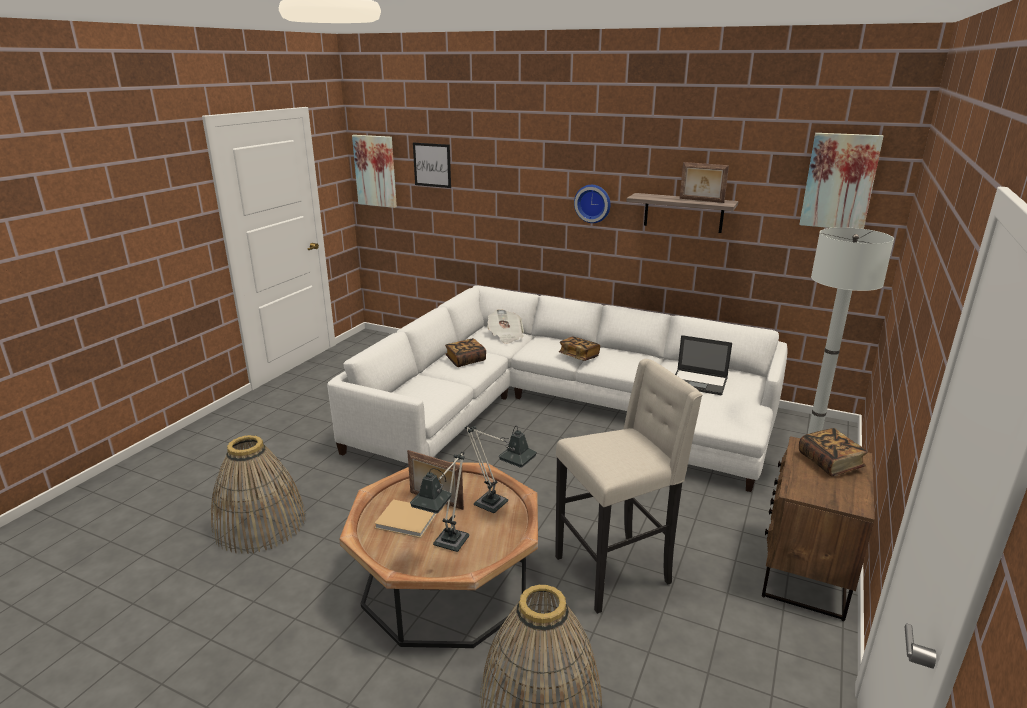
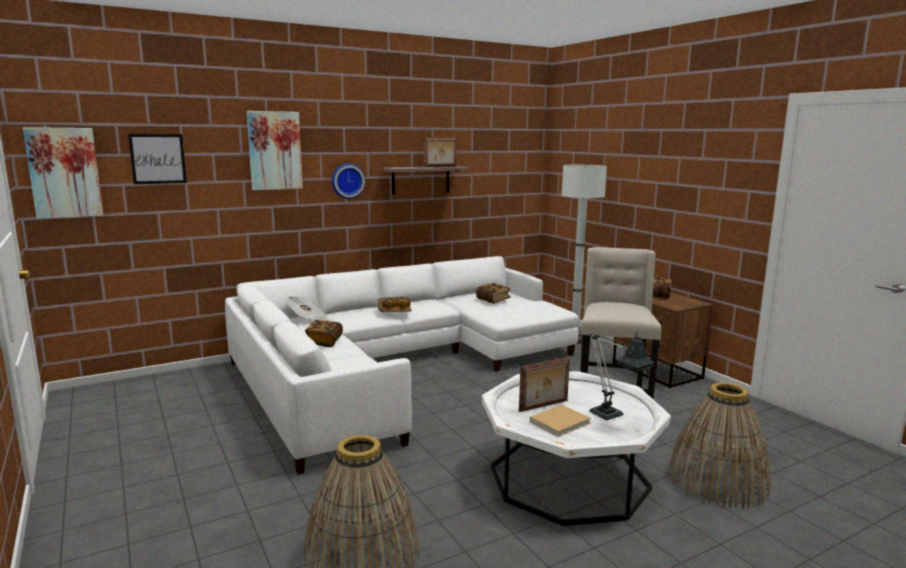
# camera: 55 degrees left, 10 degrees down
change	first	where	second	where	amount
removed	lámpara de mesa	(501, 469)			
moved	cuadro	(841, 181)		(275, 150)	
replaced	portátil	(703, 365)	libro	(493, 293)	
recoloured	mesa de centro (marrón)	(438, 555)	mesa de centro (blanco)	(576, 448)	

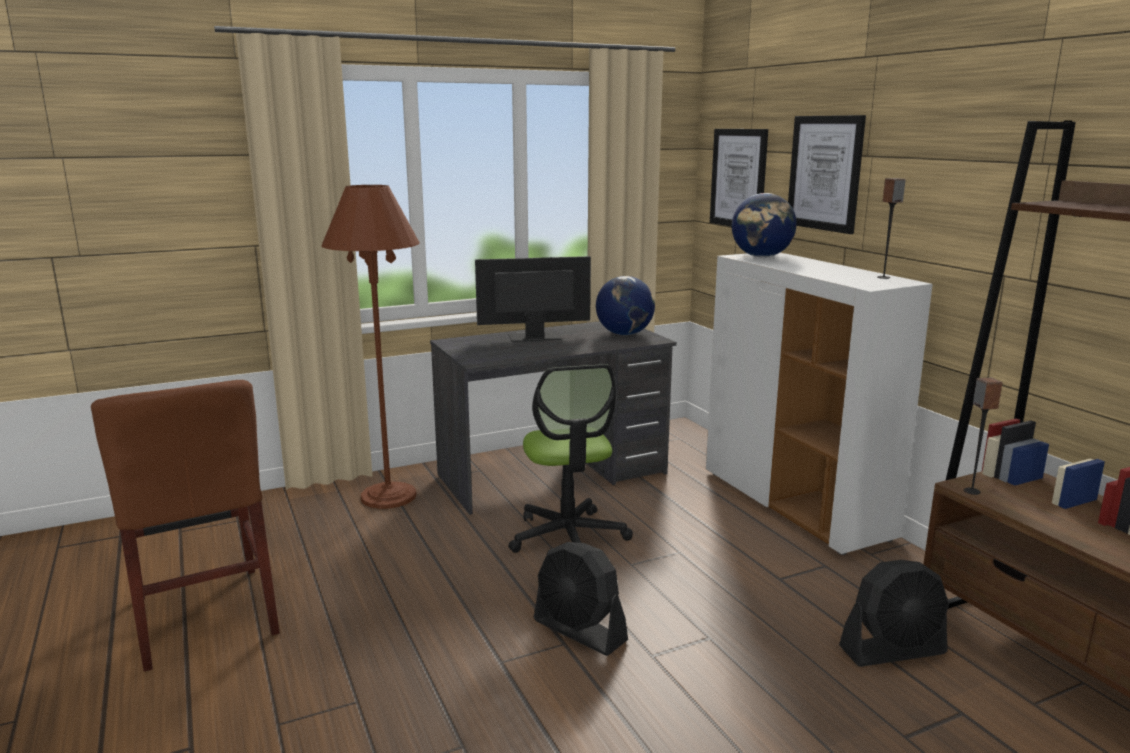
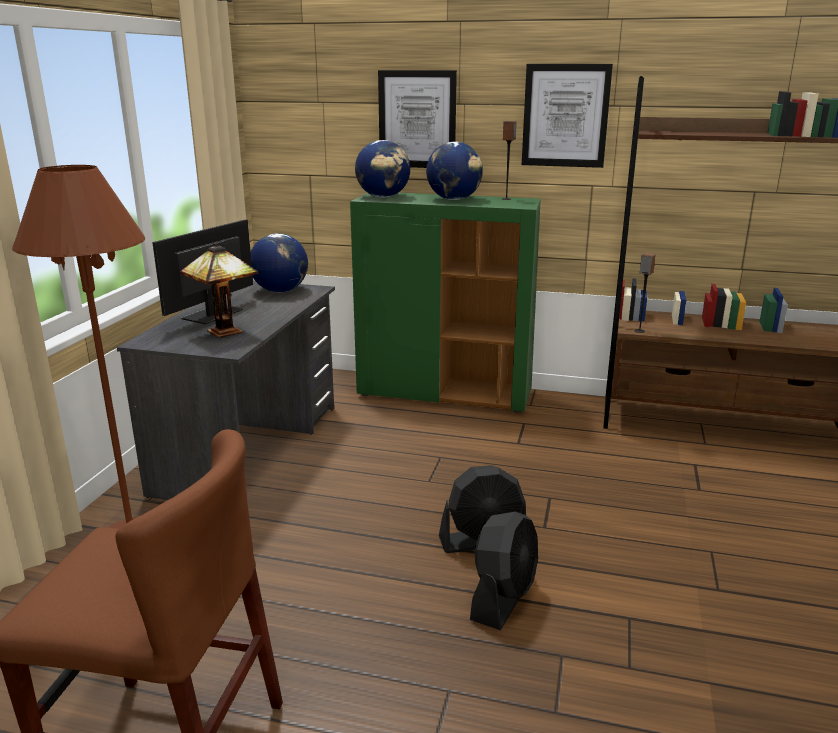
# camera: 50 degrees left, 5 degrees up
change	first	where	second	where	amount
removed	silla de oficina	(570, 458)			
added			lámpara de mesa	(219, 290)	
added			globo terráqueo	(454, 171)	
moved	cuadro	(739, 178)		(567, 116)	
moved	ventilador (negro)	(894, 613)		(504, 571)	
recoloured	armario (blanco)	(819, 404)	armario (verde)	(445, 303)	

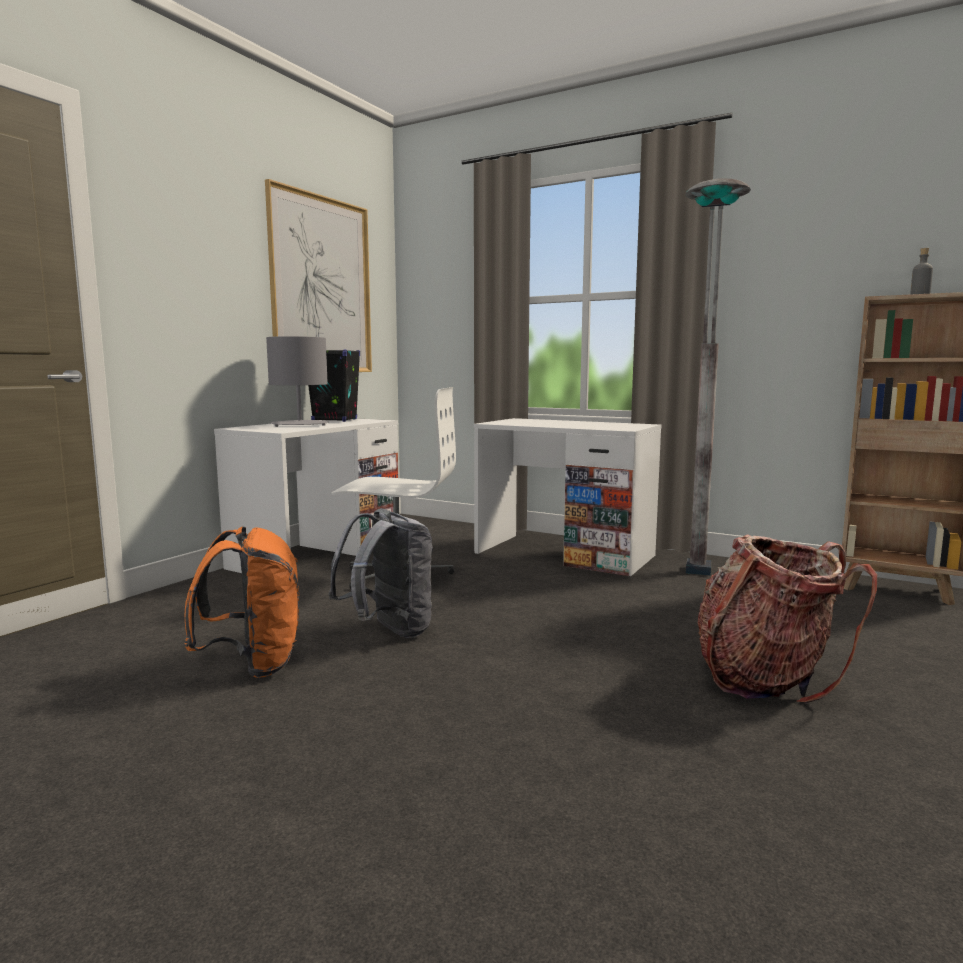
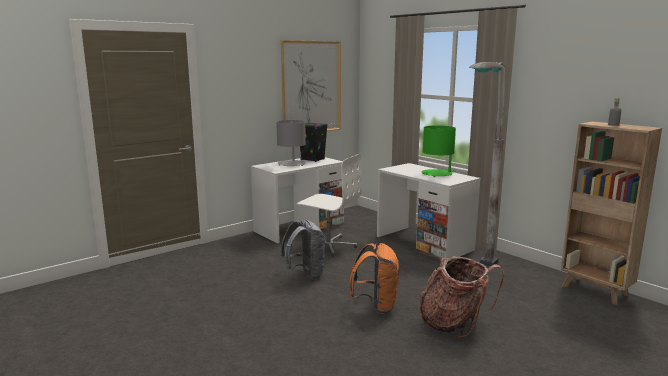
# camera: 20 degrees right, 5 degrees up
change	first	where	second	where	amount
added			lámpara de mesa (verde)	(439, 151)	
moved	mochila (naranja)	(242, 602)		(374, 278)	

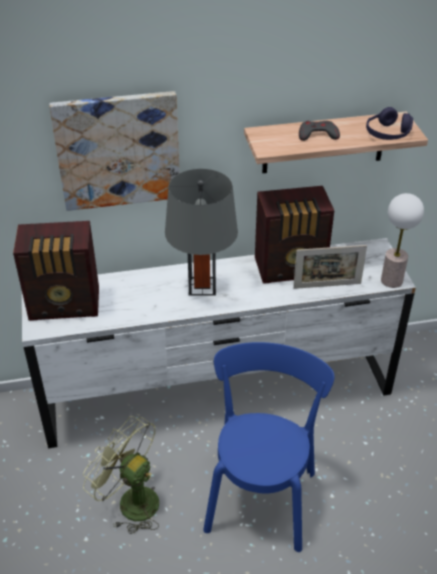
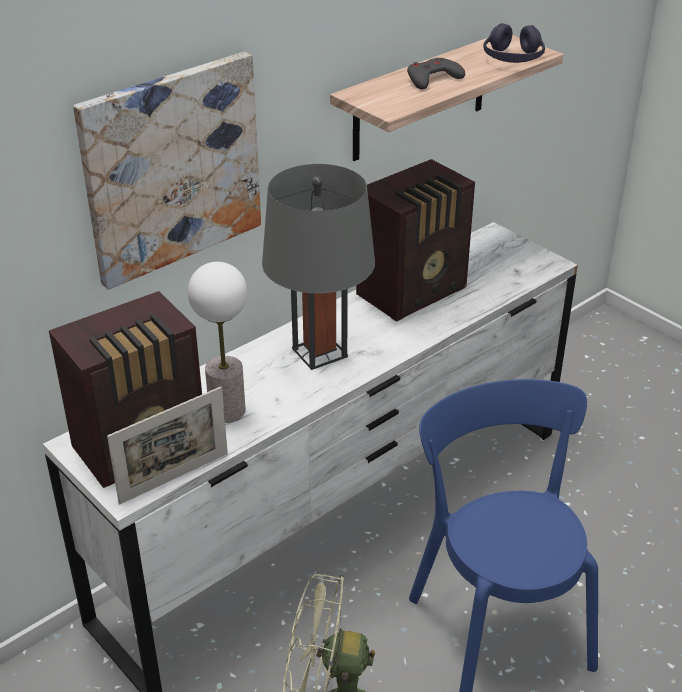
# camera: 30 degrees left, 5 degrees down
change	first	where	second	where	amount
moved	portarretratos	(330, 267)		(167, 445)	
moved	lámpara de mesa	(402, 240)		(217, 342)	

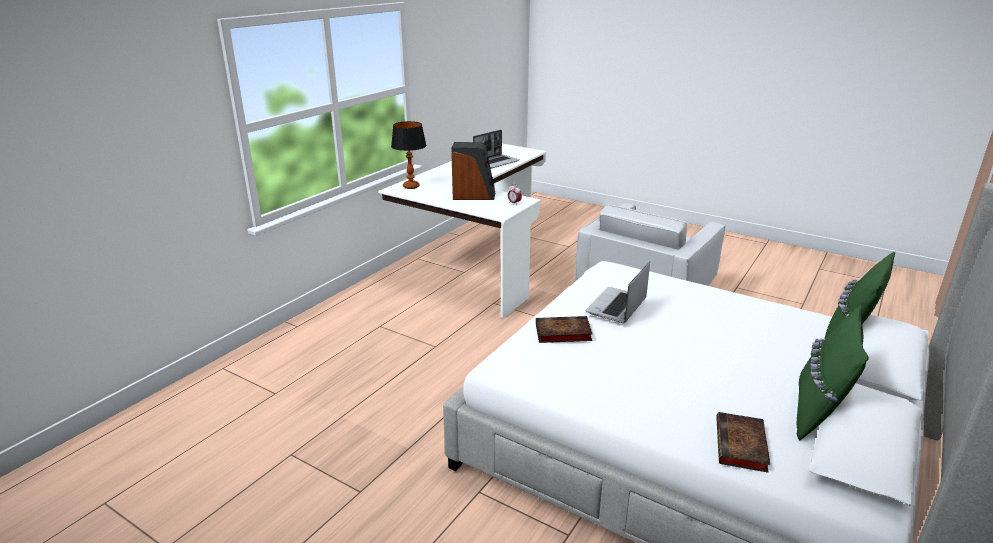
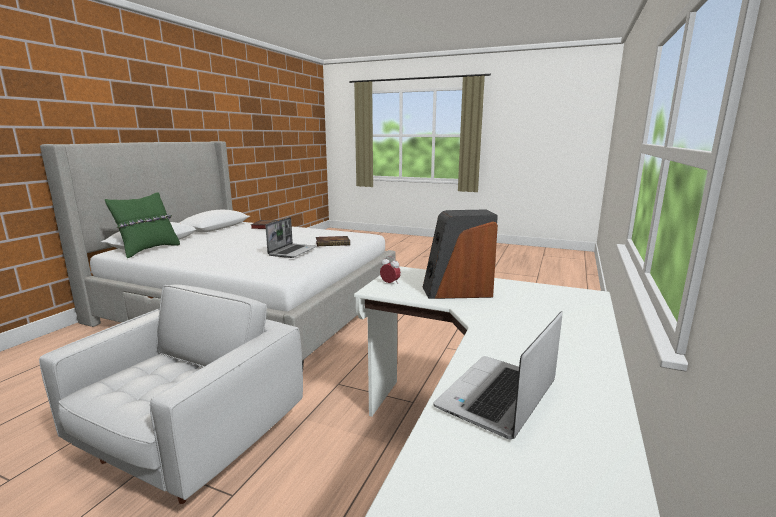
# camera: 170 degrees right, 10 degrees down
change	first	where	second	where	amount
removed	lámpara de mesa	(408, 155)			
removed	cojín (verde)	(833, 373)			

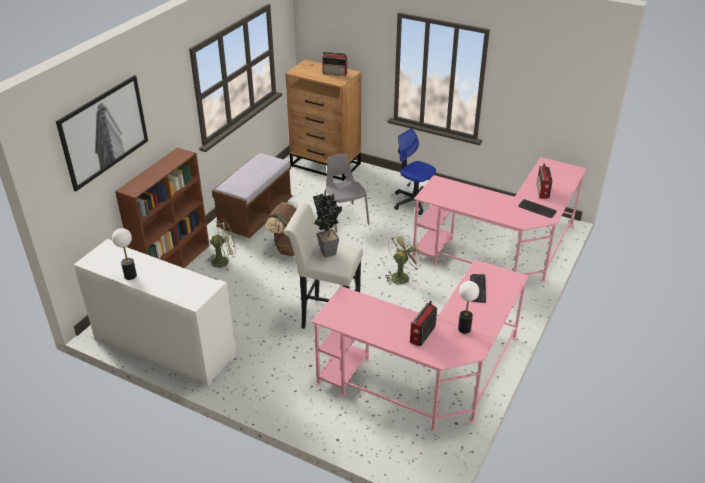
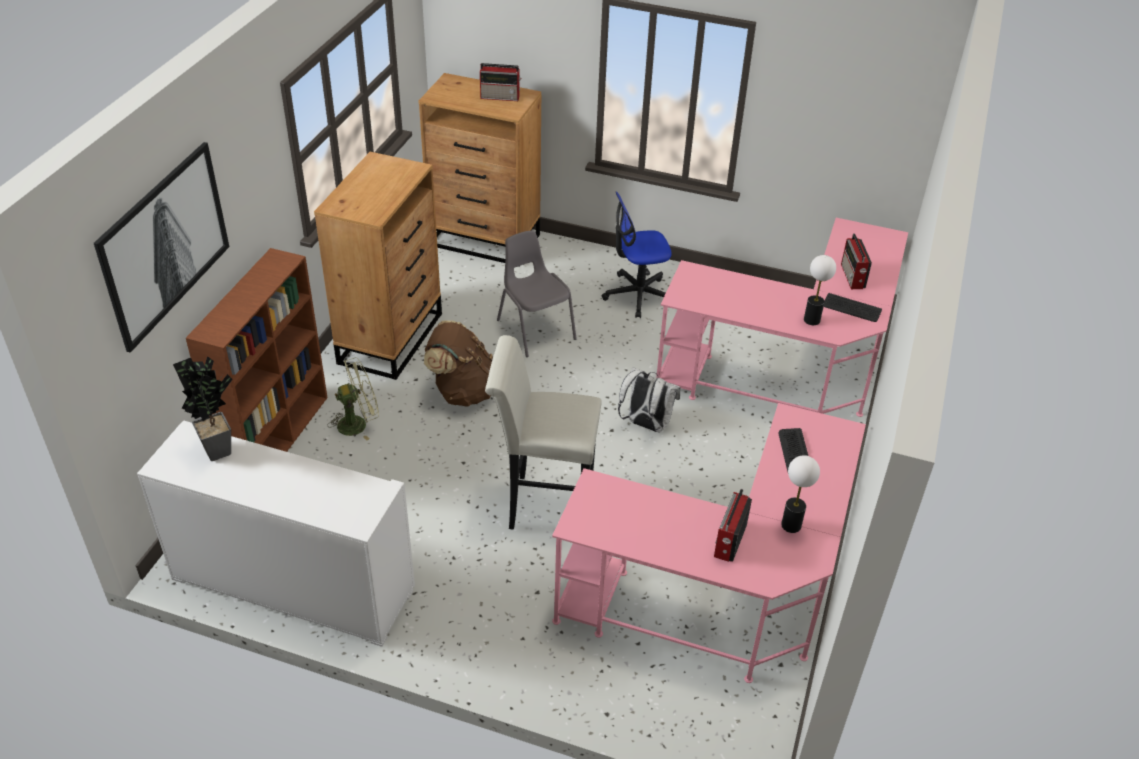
# camera: 10 degrees left, 5 degrees up
change	first	where	second	where	amount
moved	lámpara de mesa	(124, 254)		(820, 290)	
moved	planta en maceta	(327, 225)		(203, 408)	
replaced	banco (marrón)	(252, 195)	cómoda (marrón)	(378, 266)	
replaced	ventilador (verde)	(405, 258)	mochila (blanco)	(649, 399)	
turned	silla de oficina	(415, 172)		(637, 254)	45 degrees counterclockwise

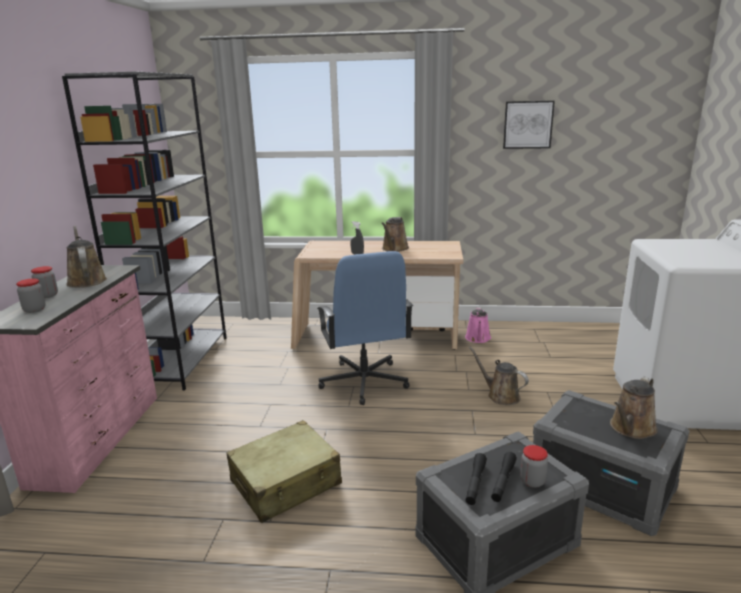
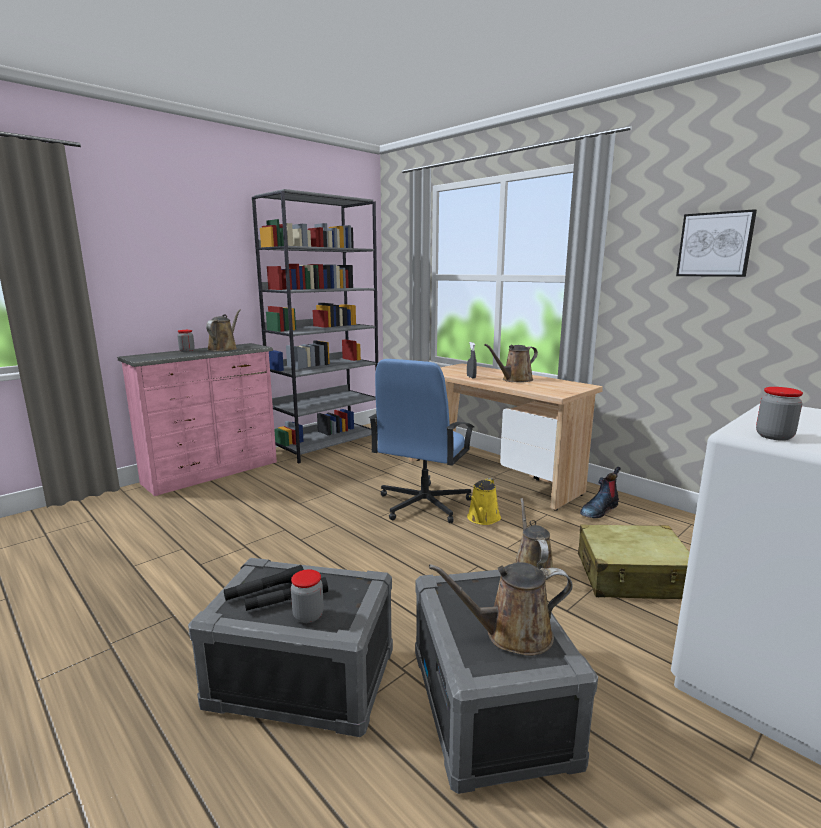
# camera: 40 degrees right, 5 degrees down
change	first	where	second	where	amount
added			regadera (amarillo)	(484, 501)	
moved	tarro	(31, 295)		(779, 414)	
moved	maleta (beis)	(284, 471)		(634, 562)	
replaced	regadera (rosa)	(478, 325)	bota	(600, 492)	

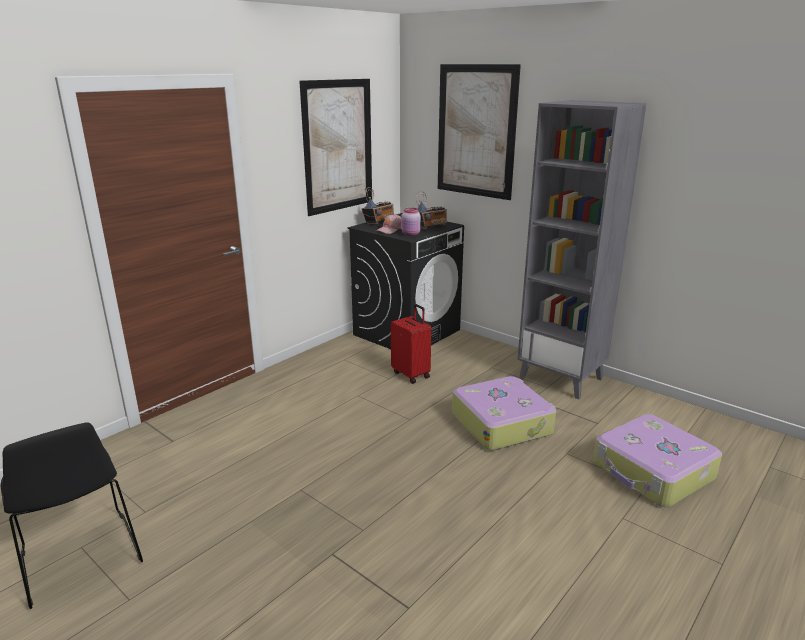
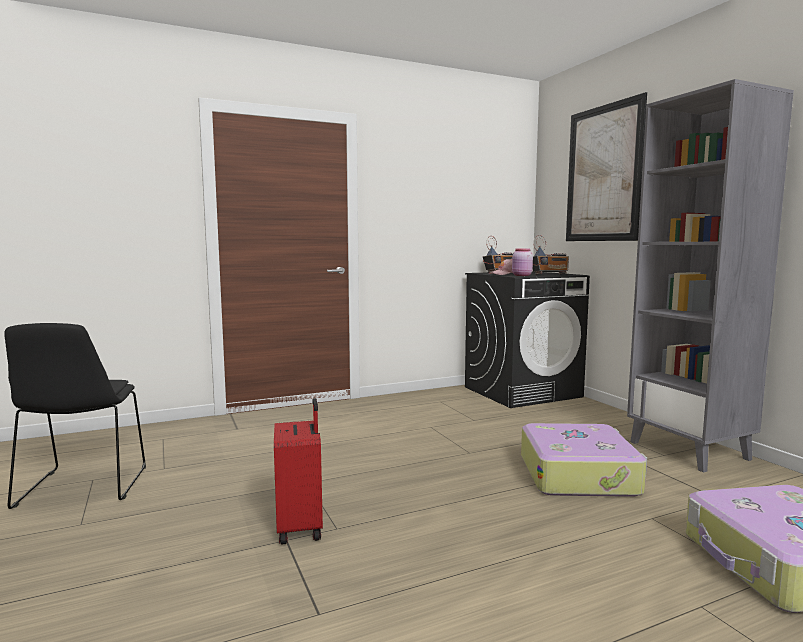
# camera: 25 degrees right, 15 degrees down
change	first	where	second	where	amount
removed	cuadro	(335, 147)			
moved	maleta (rojo)	(411, 344)		(298, 471)	

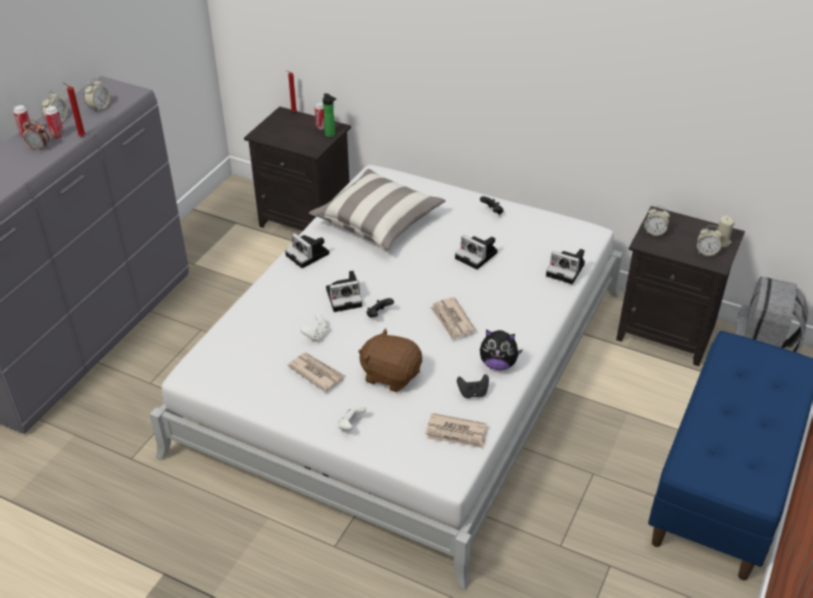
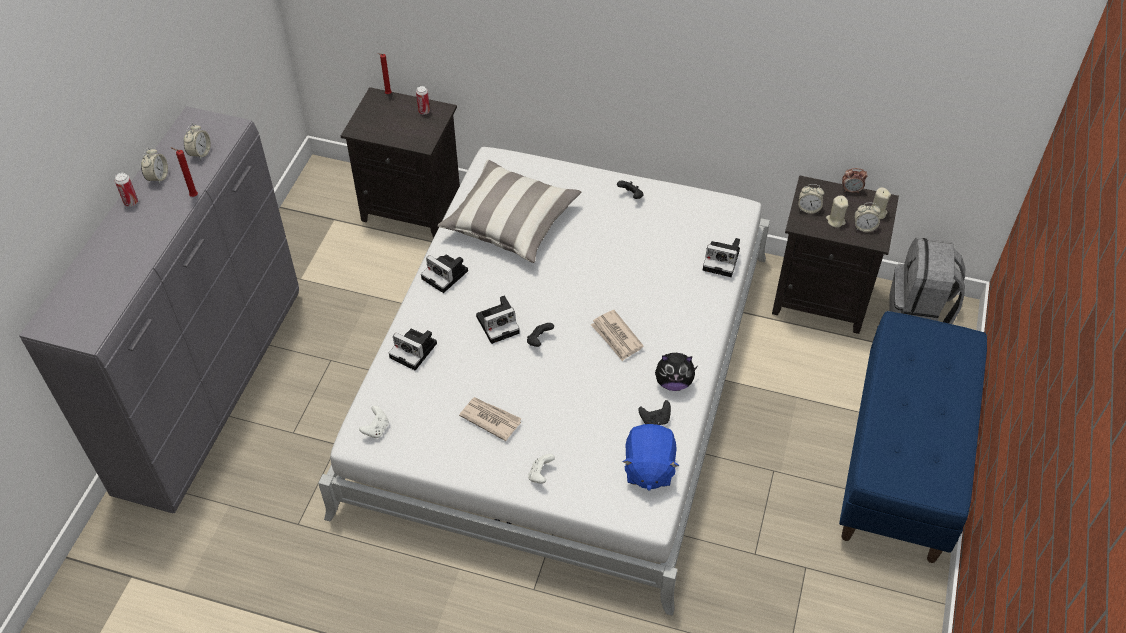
# camera: 10 degrees left, 10 degrees up
change	first	where	second	where	amount
removed	lata	(54, 123)			
removed	botella	(329, 115)			
removed	peluche (marrón)	(390, 360)			
added			vela (beis)	(837, 212)	
moved	despertador	(36, 135)		(854, 180)	
moved	mando de consola (blanco)	(314, 327)		(374, 422)	
moved	cámara	(476, 252)		(413, 349)	
replaced	periódico	(456, 431)	peluche (azul)	(651, 457)	

